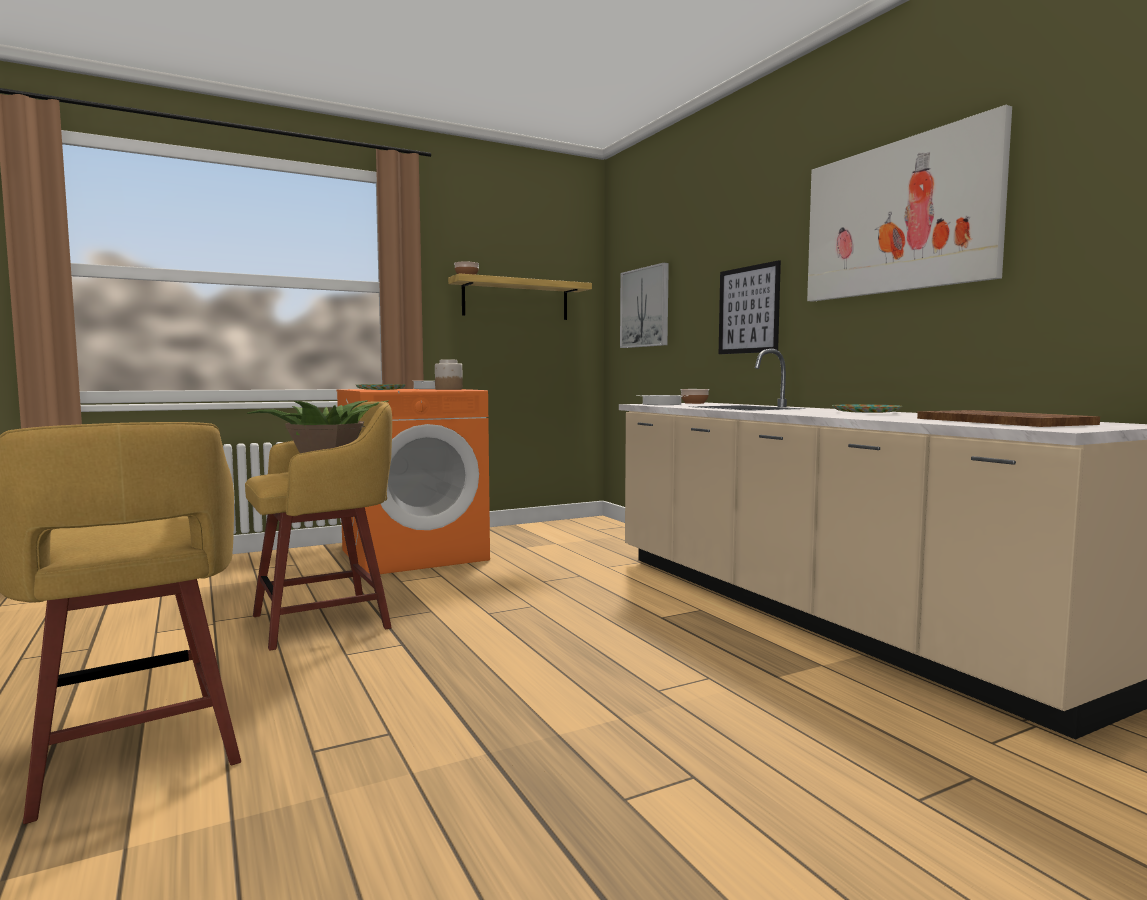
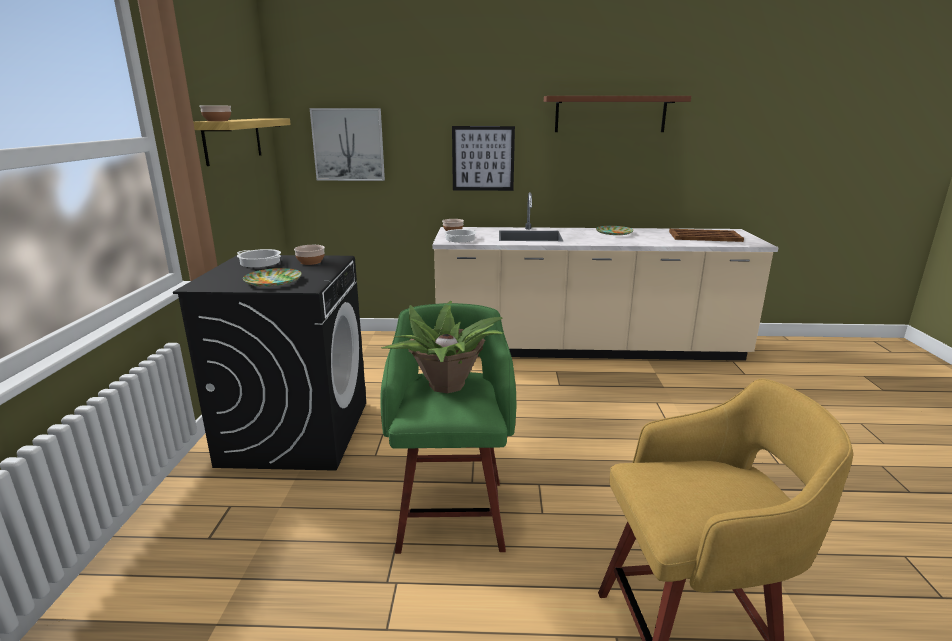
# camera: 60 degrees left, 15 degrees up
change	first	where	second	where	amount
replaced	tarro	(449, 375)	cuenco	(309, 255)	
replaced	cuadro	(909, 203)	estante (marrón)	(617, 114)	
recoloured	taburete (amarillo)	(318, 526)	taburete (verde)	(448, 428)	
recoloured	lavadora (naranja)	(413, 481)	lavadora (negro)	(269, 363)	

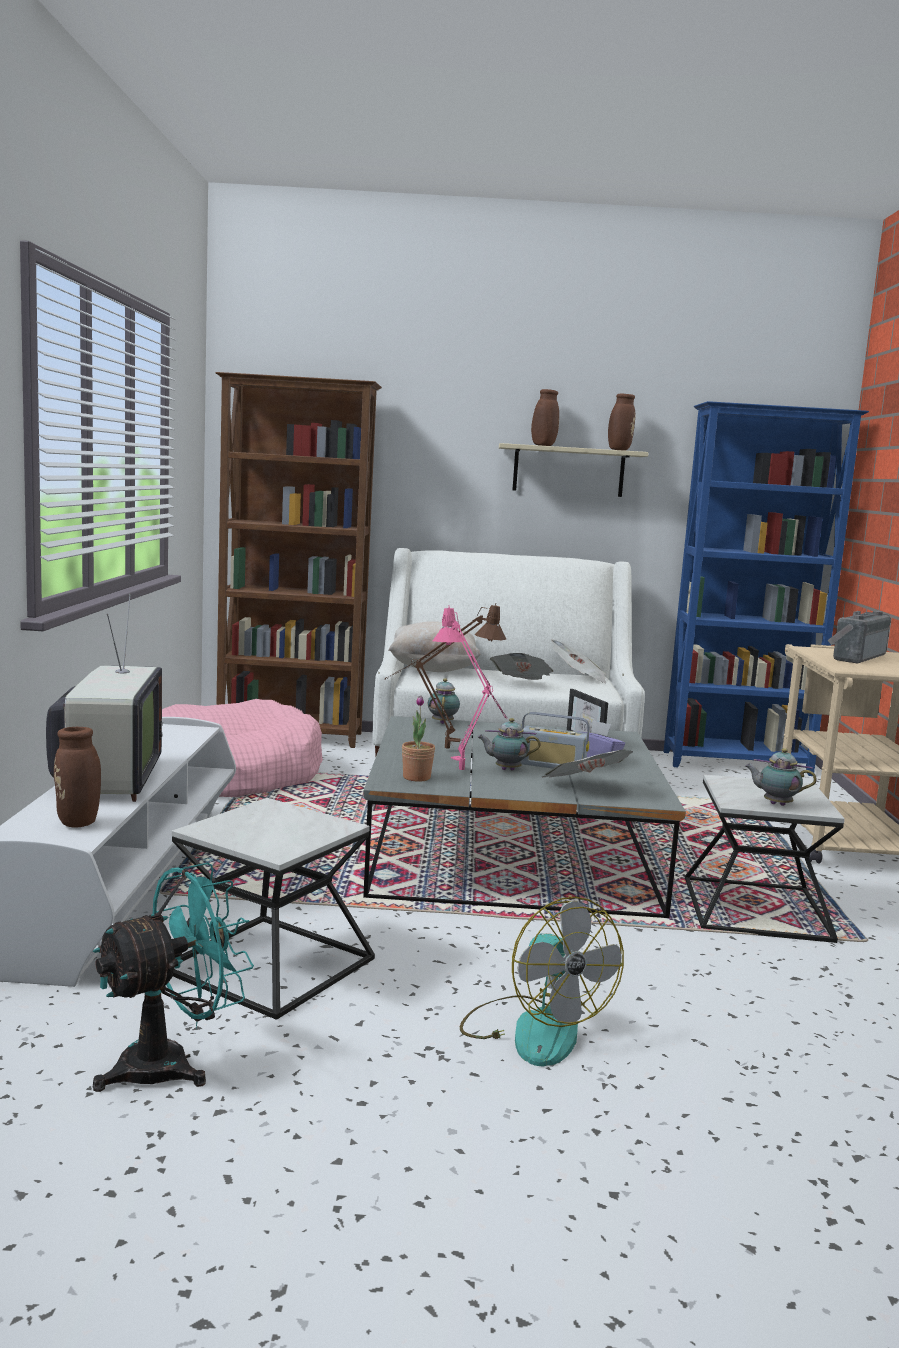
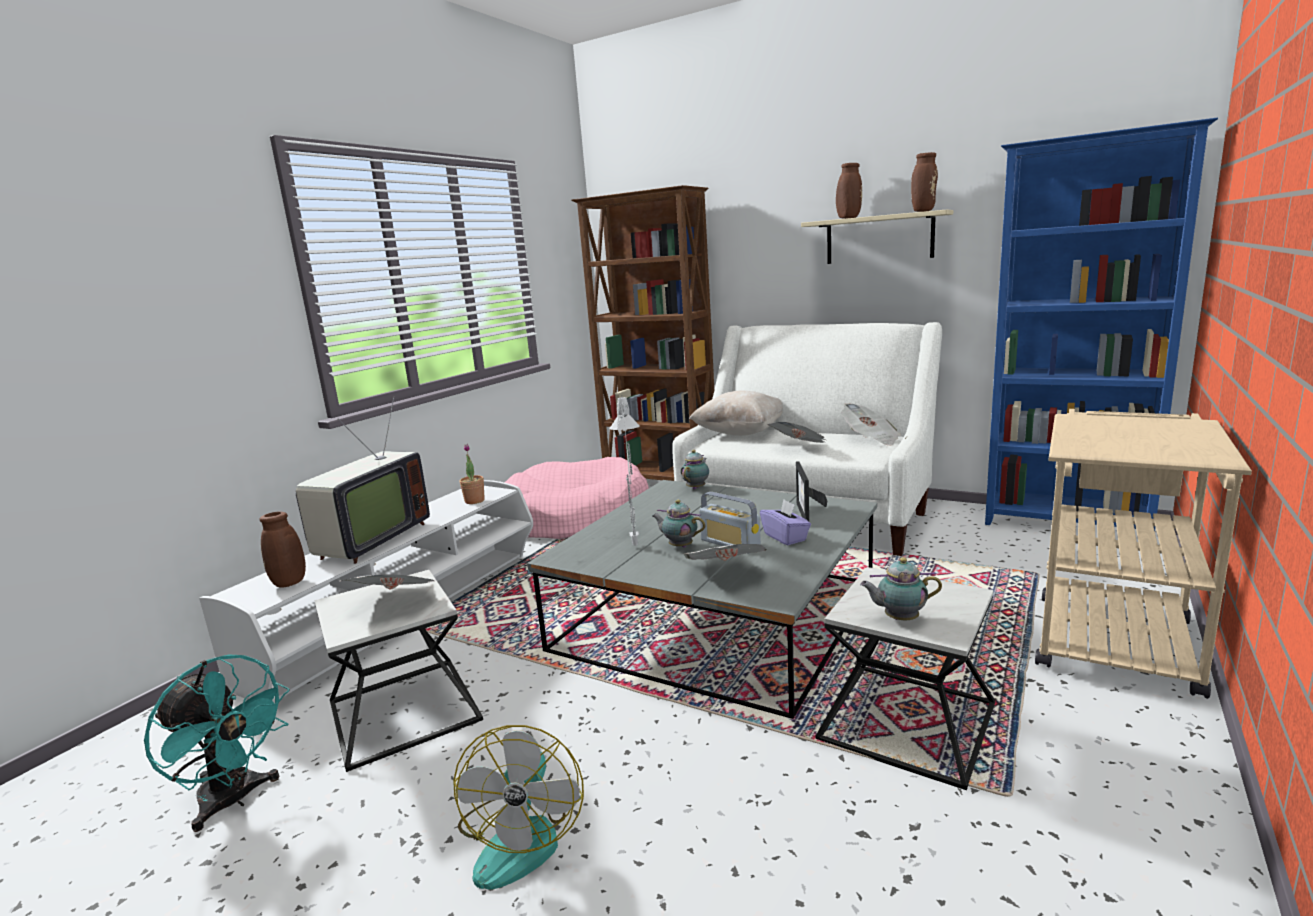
# camera: 30 degrees right, 5 degrees up
change	first	where	second	where	amount
removed	lámpara de mesa (marrón)	(446, 675)			
removed	radio	(859, 637)			
added			periódico	(387, 582)	
moved	planta en maceta	(418, 739)		(472, 474)	
recoloured	lámpara de mesa (rosa)	(470, 687)	lámpara de mesa (gris)	(624, 471)	
turned	ventilador (turquesa)	(173, 977)		(217, 743)	45 degrees clockwise
turned	tetera	(781, 777)		(901, 588)	45 degrees counterclockwise

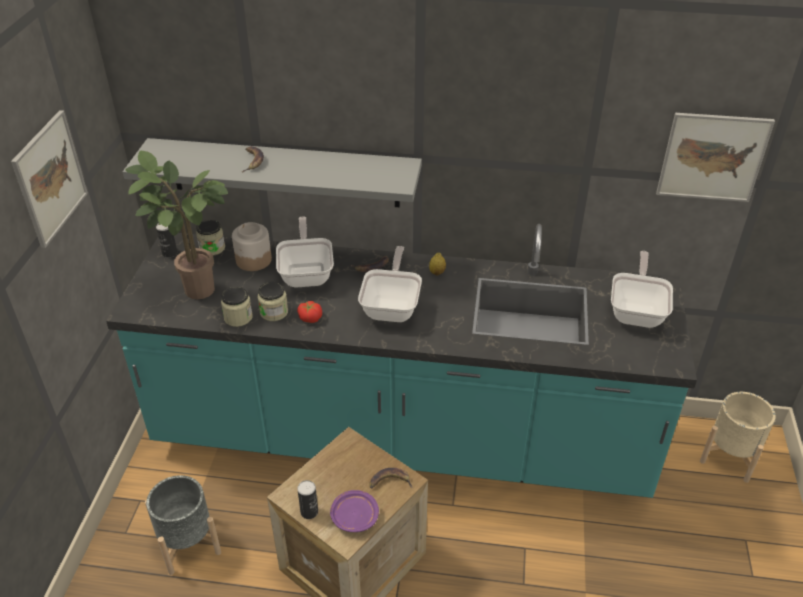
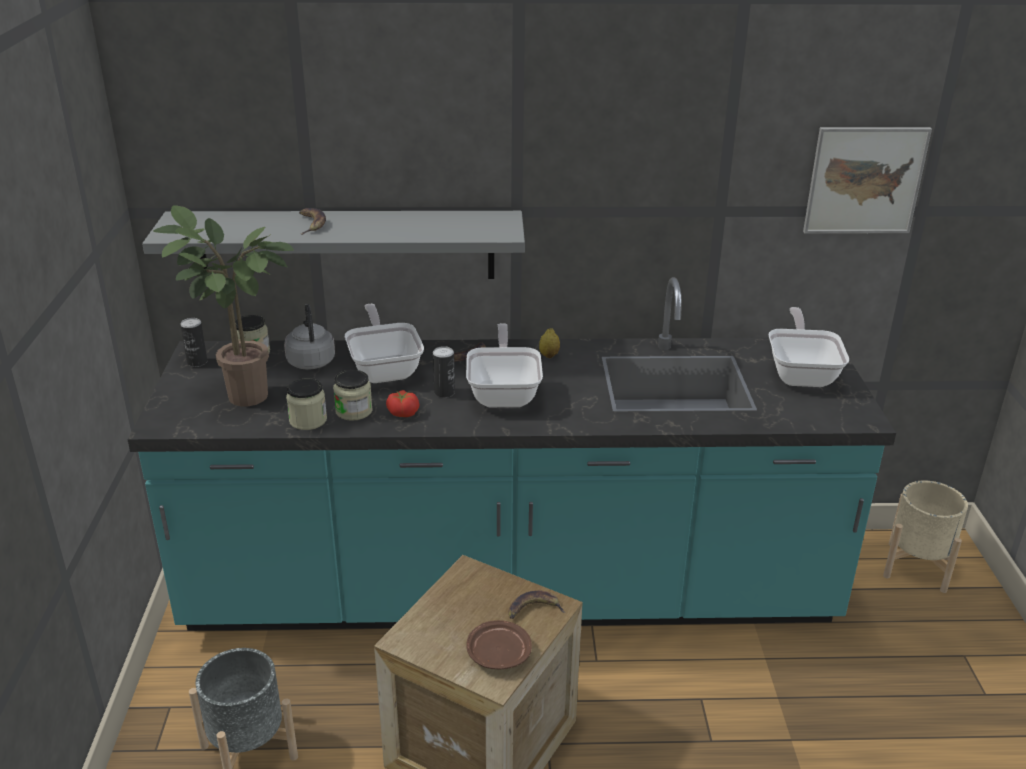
# camera: 10 degrees left, 10 degrees down
change	first	where	second	where	amount
removed	cuadro	(49, 179)			
moved	lata	(307, 499)		(444, 372)	
replaced	tarro	(252, 246)	hervidor (gris)	(309, 337)	
recoloured	plato (morado)	(354, 511)	plato (marrón)	(499, 644)	

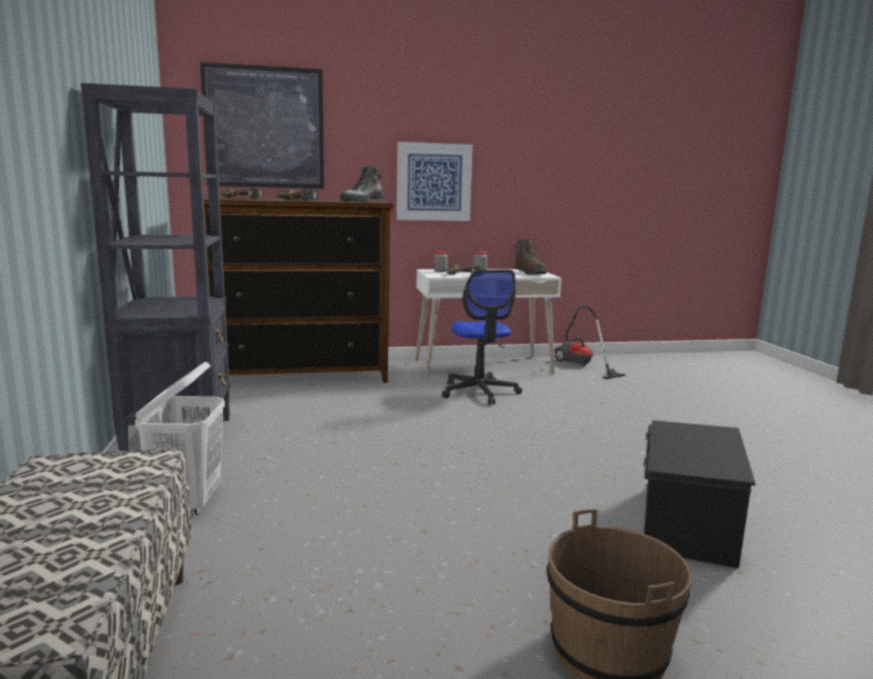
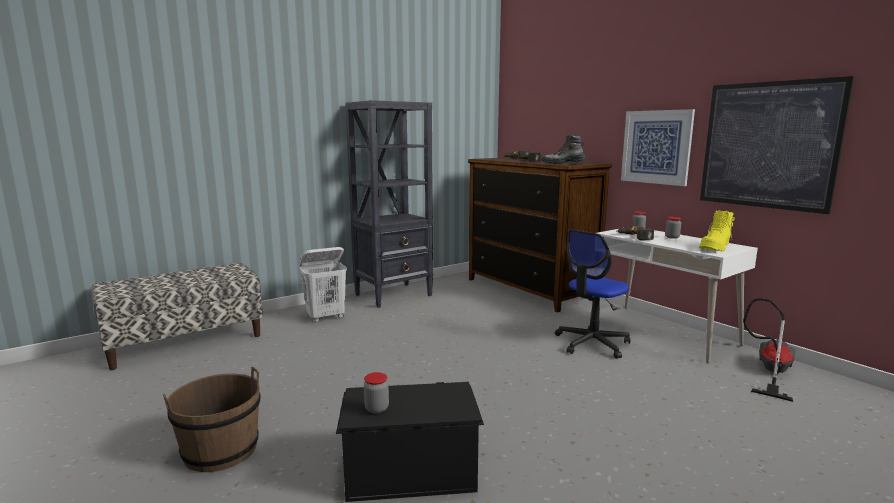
# camera: 65 degrees right, 0 degrees up
change	first	where	second	where	amount
added			tarro	(376, 393)	
moved	cuadro	(262, 125)		(777, 145)	
recoloured	bota (marrón)	(530, 257)	bota (amarillo)	(717, 230)	

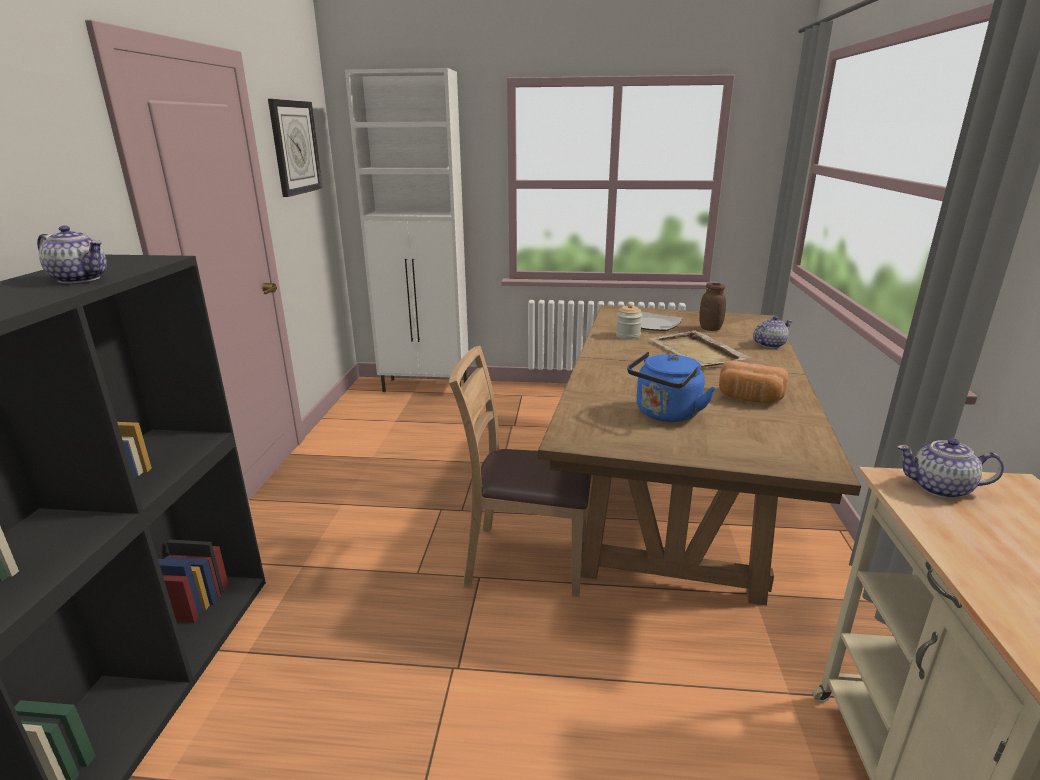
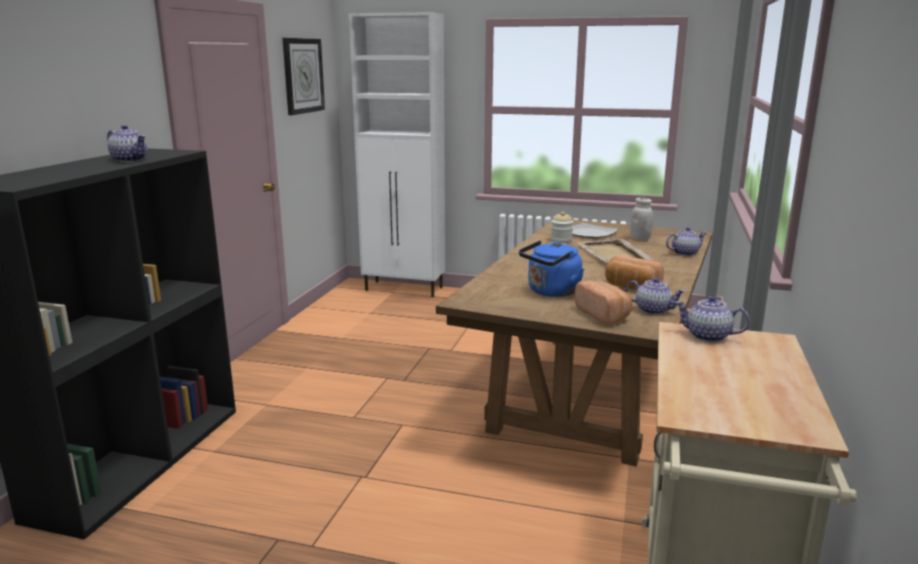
# camera: 10 degrees right, 5 degrees down
change	first	where	second	where	amount
removed	silla (marrón)	(520, 471)			
added			pan	(603, 302)	
added			tetera	(655, 296)	
recoloured	tarro (marrón)	(712, 306)	tarro (blanco)	(641, 219)	

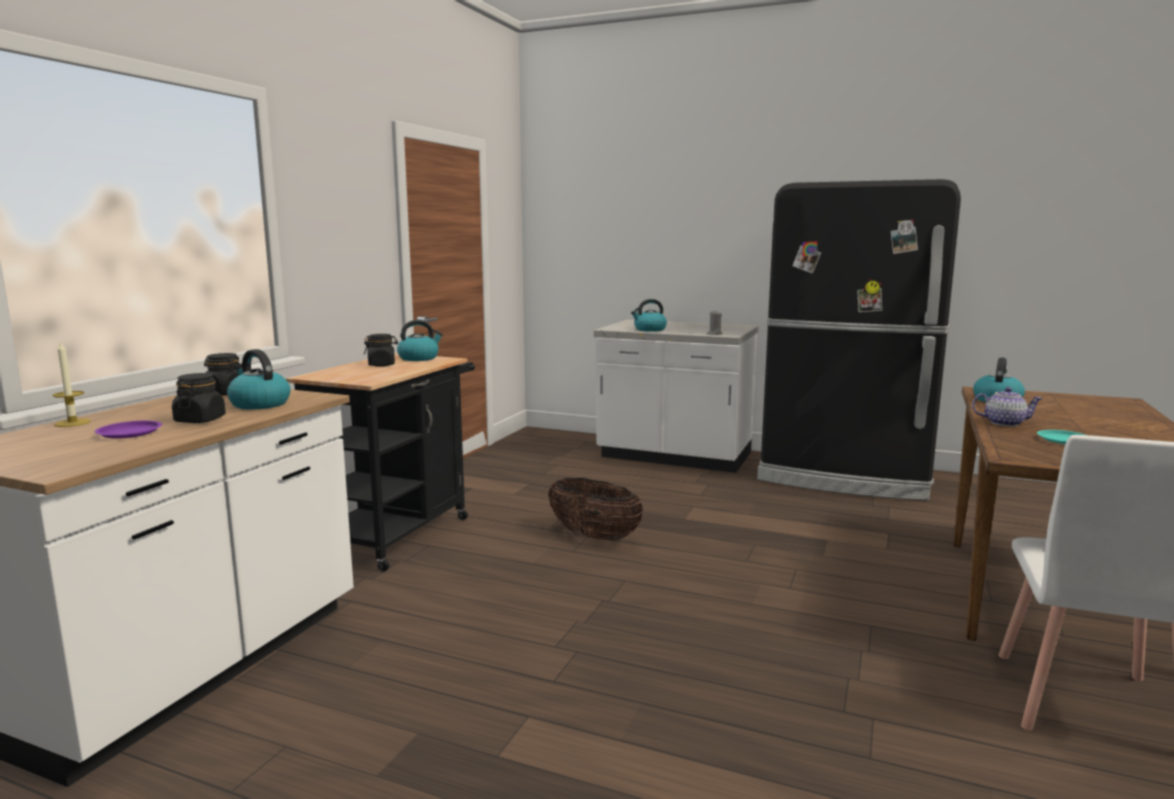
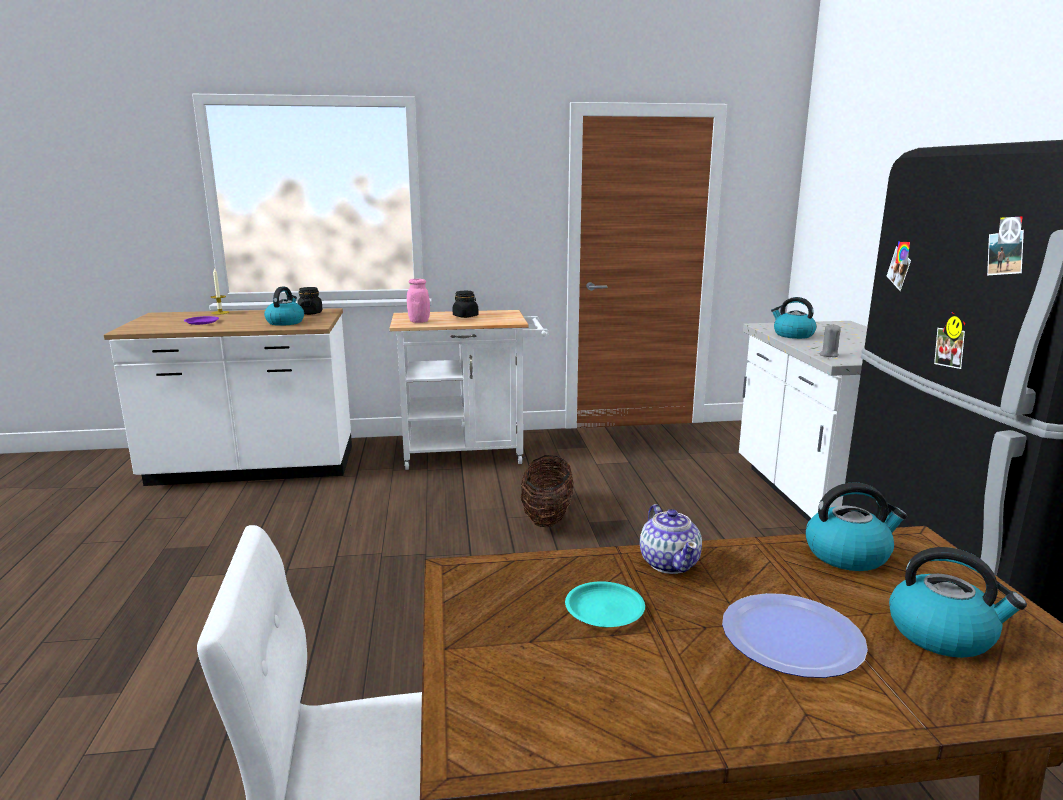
# camera: 60 degrees right, 5 degrees up
change	first	where	second	where	amount
removed	tarro (negro)	(199, 398)			
added			tarro (rosa)	(418, 301)	
added			plato	(795, 635)	
moved	hervidor	(420, 340)		(958, 602)	
recoloured	carrito (negro)	(380, 462)	carrito (blanco)	(469, 390)	

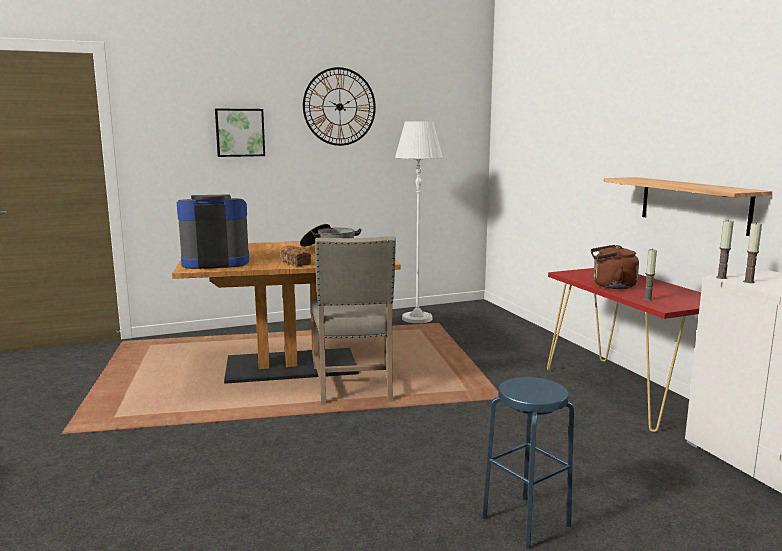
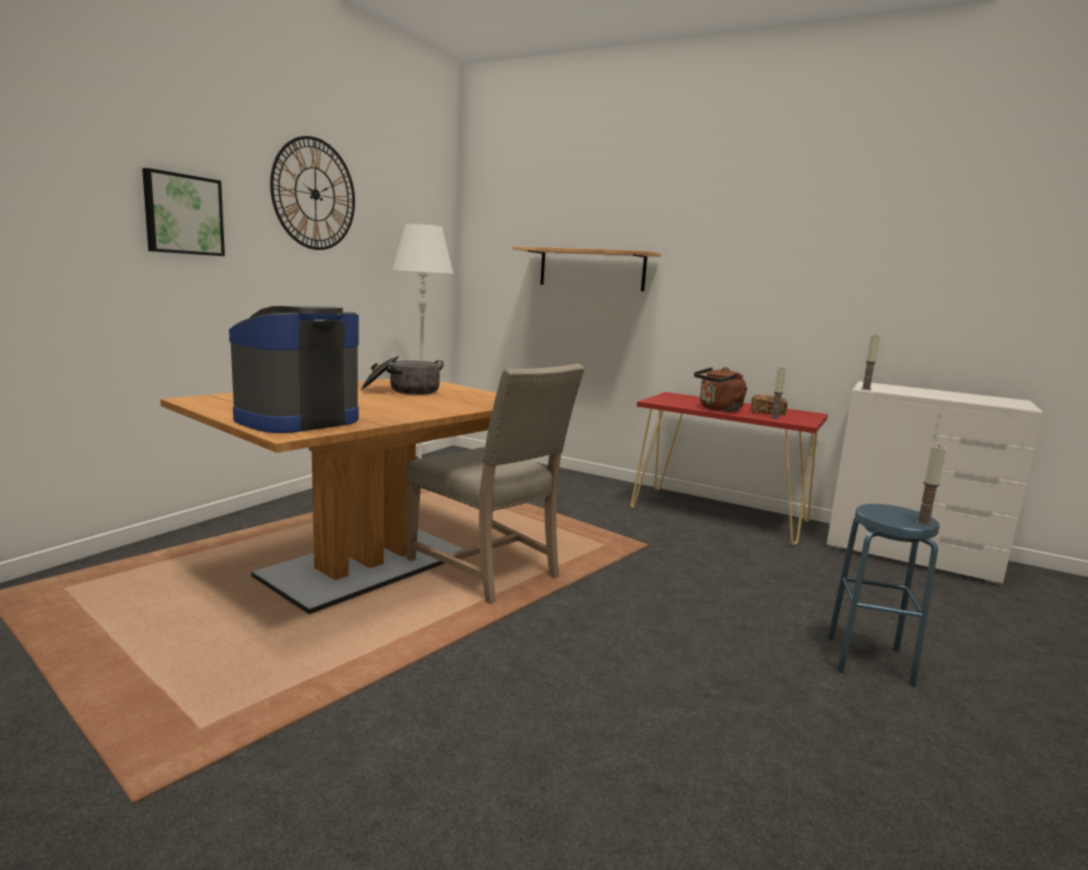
# camera: 40 degrees left, 0 degrees up
change	first	where	second	where	amount
moved	pan	(295, 255)		(769, 405)	
moved	estante	(688, 206)		(587, 268)	
moved	vela	(752, 252)		(931, 485)	

